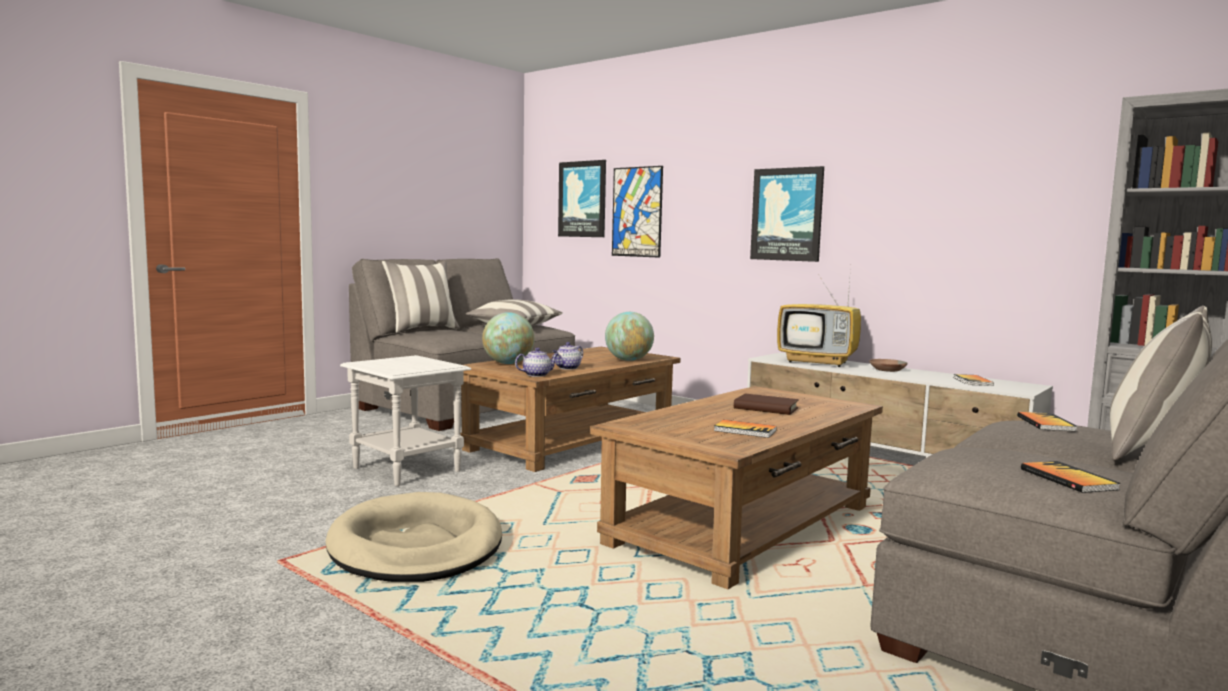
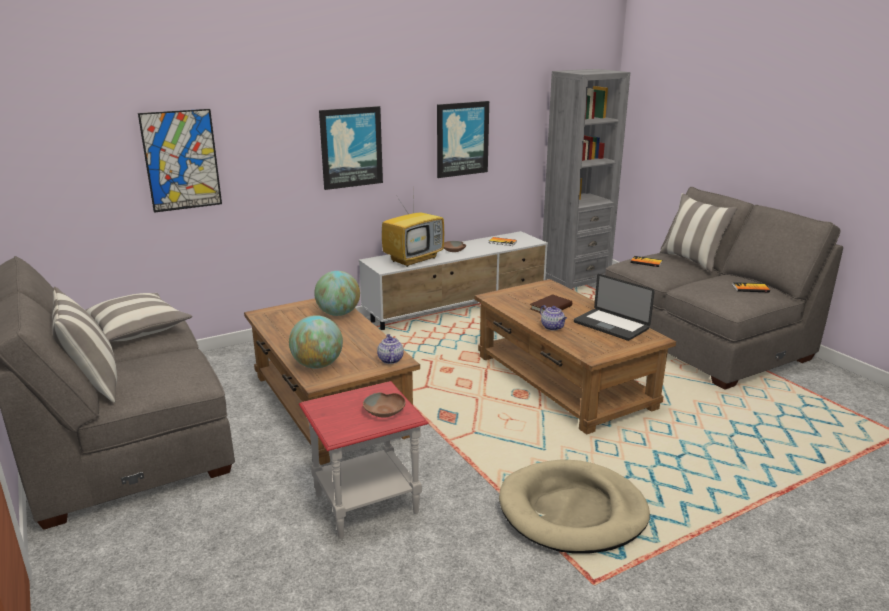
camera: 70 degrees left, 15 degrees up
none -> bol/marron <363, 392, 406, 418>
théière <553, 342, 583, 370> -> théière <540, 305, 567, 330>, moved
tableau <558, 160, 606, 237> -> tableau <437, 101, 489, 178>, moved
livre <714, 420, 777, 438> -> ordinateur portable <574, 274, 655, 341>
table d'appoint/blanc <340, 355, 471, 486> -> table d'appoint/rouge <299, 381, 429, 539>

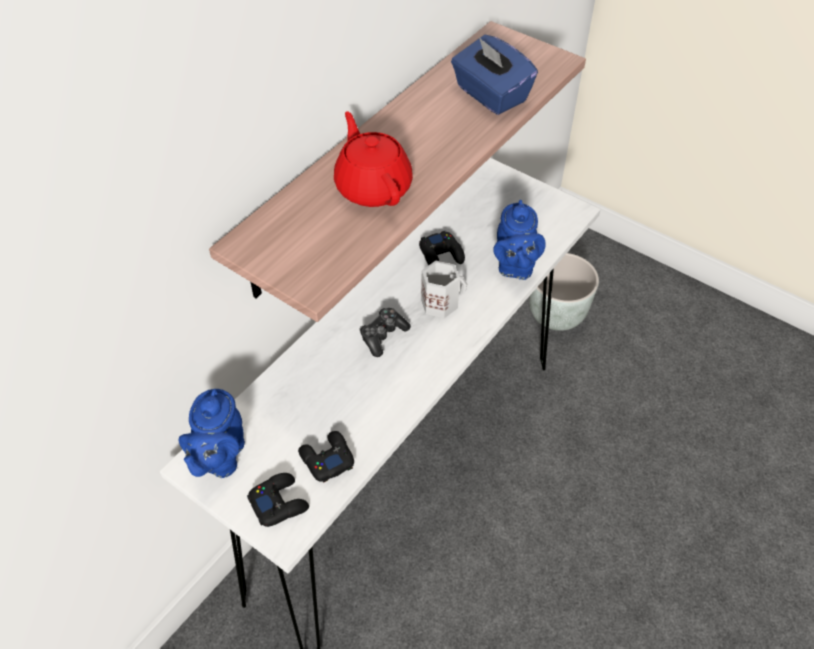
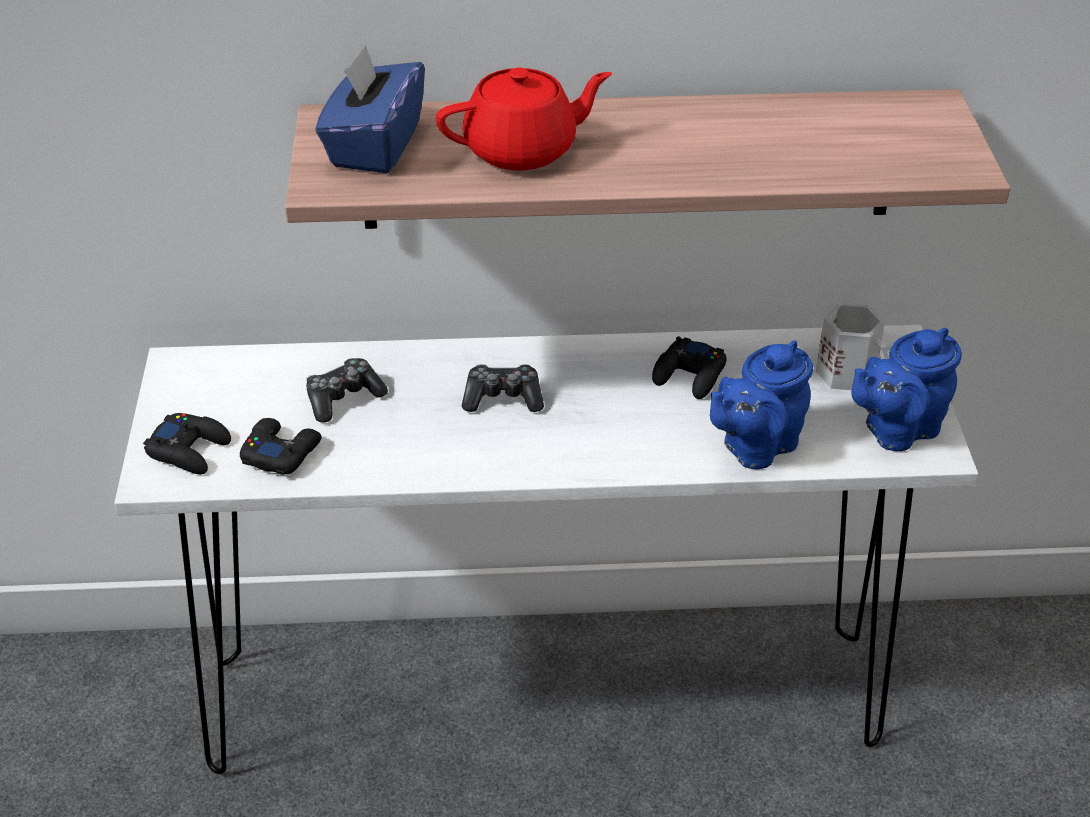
camera: 50 degrees right, 10 degrees down
cache-pot/gris <529, 253, 599, 331> -> none
none -> manette <306, 358, 388, 423>
théière/bleu <179, 389, 245, 478> -> théière/bleu <851, 328, 962, 451>, moved
mug/blanc <421, 261, 467, 318> -> mug/blanc <816, 303, 889, 390>, moved
boîte à mouchoirs/bleu <451, 35, 538, 115> -> boîte à mouchoirs/bleu <316, 45, 425, 173>, moved
théière/rouge <334, 111, 413, 207> -> théière/rouge <436, 68, 612, 171>, 45 degrees clockwise

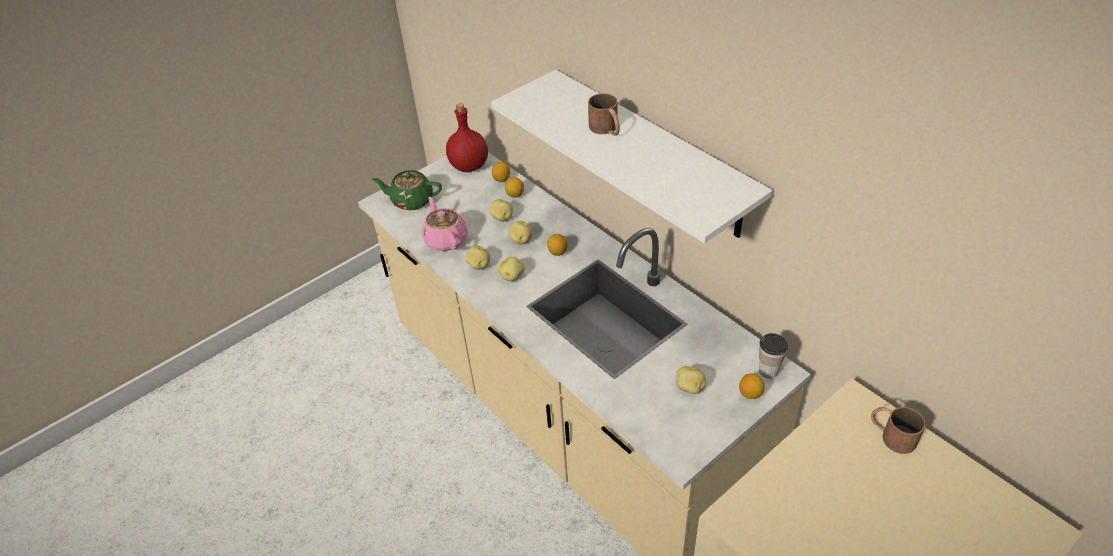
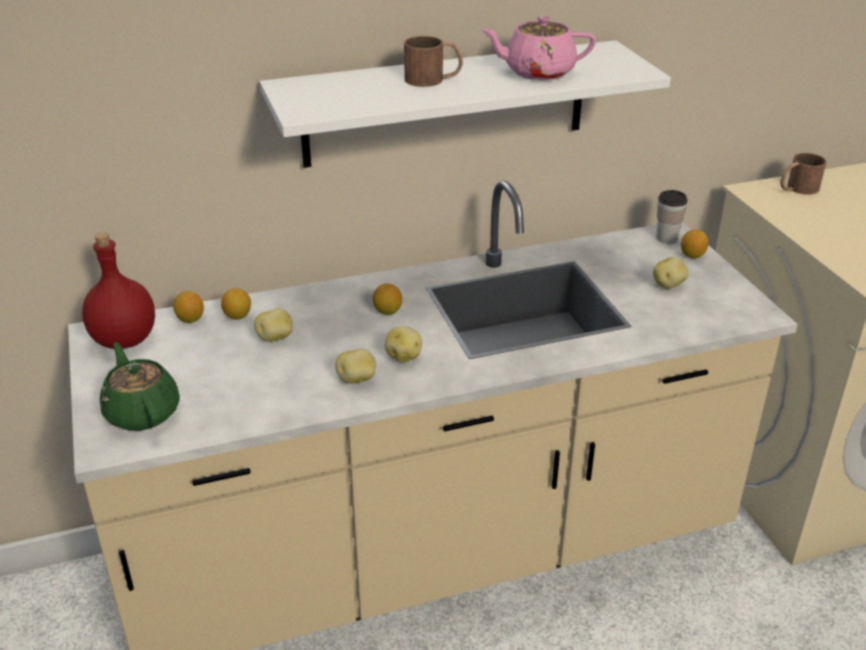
camera: 70 degrees left, 10 degrees down
pomme de terre <508, 221, 532, 244> -> none
théière/rose <422, 197, 468, 251> -> théière/rose <481, 16, 596, 80>, moved
théière/vert <372, 170, 442, 210> -> théière/vert <100, 342, 180, 431>, 120 degrees clockwise

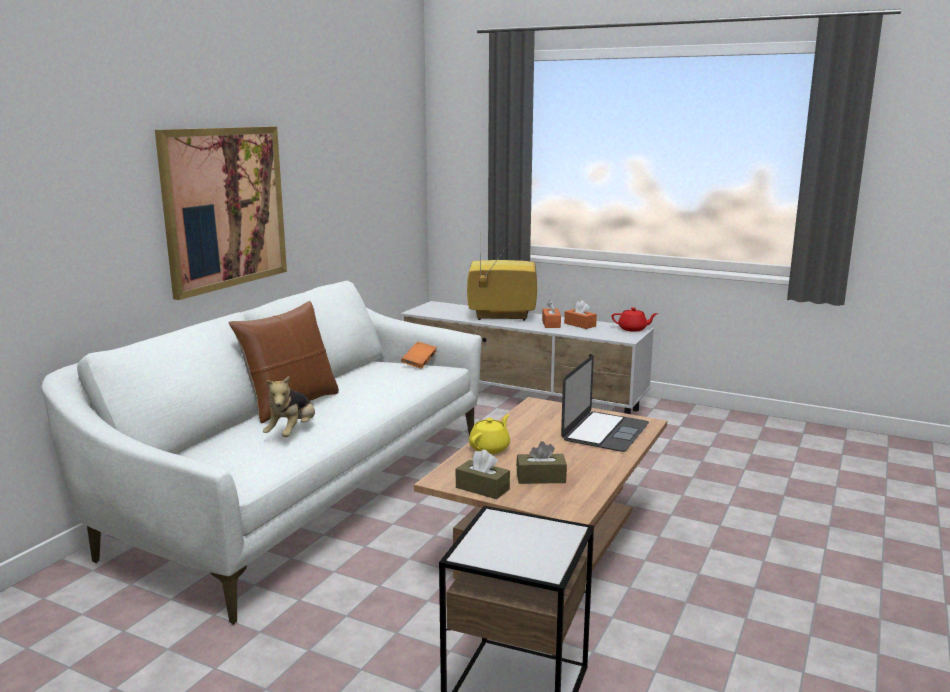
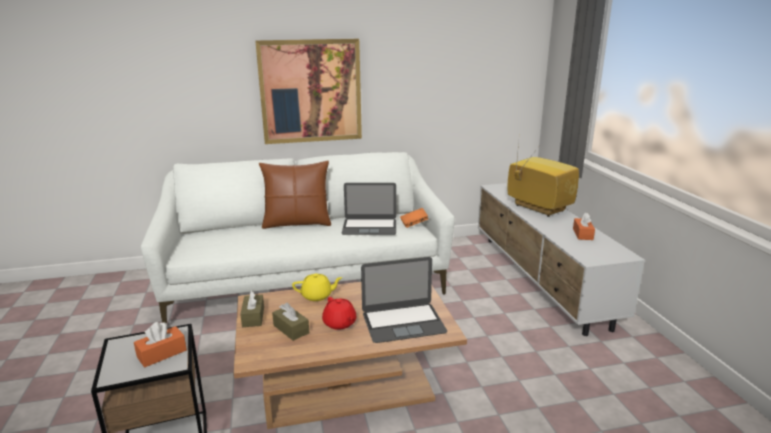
camera: 50 degrees right, 5 degrees up
peluche <263, 376, 315, 437> -> none
none -> ordinateur portable <342, 183, 396, 235>
boîte à mouchoirs/orange <542, 300, 561, 328> -> boîte à mouchoirs/orange <134, 322, 187, 367>, moved
théière/rouge <611, 307, 658, 332> -> théière/rouge <322, 297, 357, 330>, moved

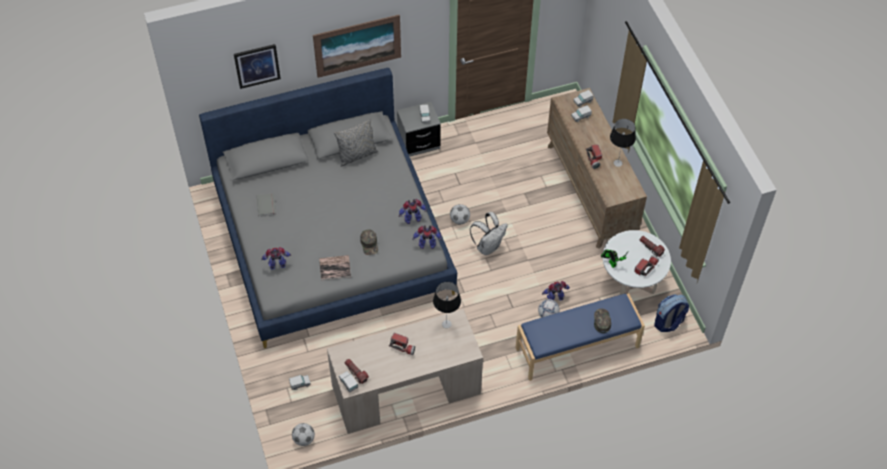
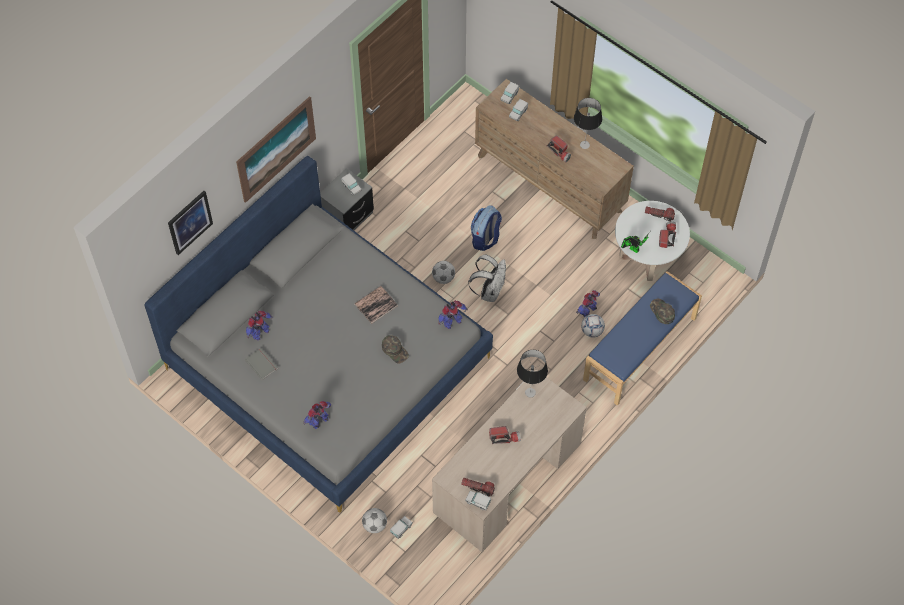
camera: 30 degrees left, 5 degrees up
coussin/gris <334, 119, 378, 167> -> none
ballon de foot <292, 423, 315, 446> -> ballon de foot <362, 508, 387, 533>, moved
livre <319, 255, 351, 280> -> livre <354, 286, 398, 324>, moved
robot jouet <399, 199, 427, 224> -> robot jouet <246, 311, 273, 340>, moved
sac à dos <654, 294, 689, 332> -> sac à dos <471, 205, 502, 251>, moved

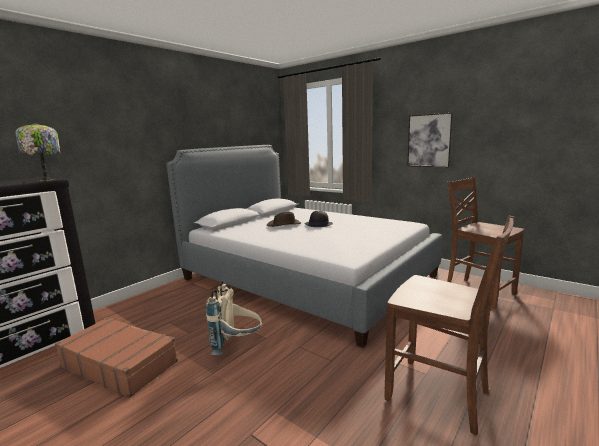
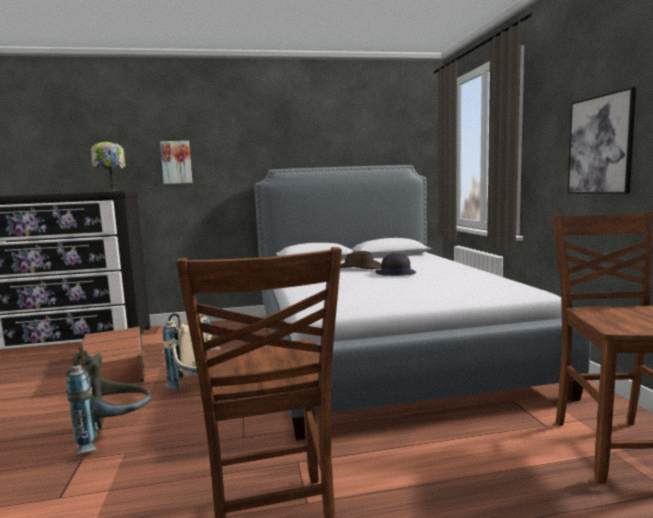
camera: 40 degrees right, 5 degrees down
none -> sac à dos/gris <66, 344, 151, 454>
none -> tableau <160, 141, 192, 184>

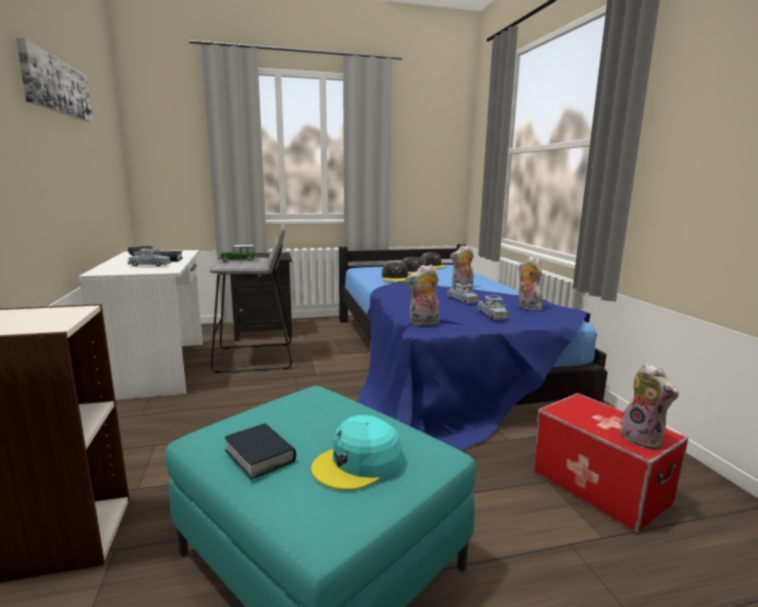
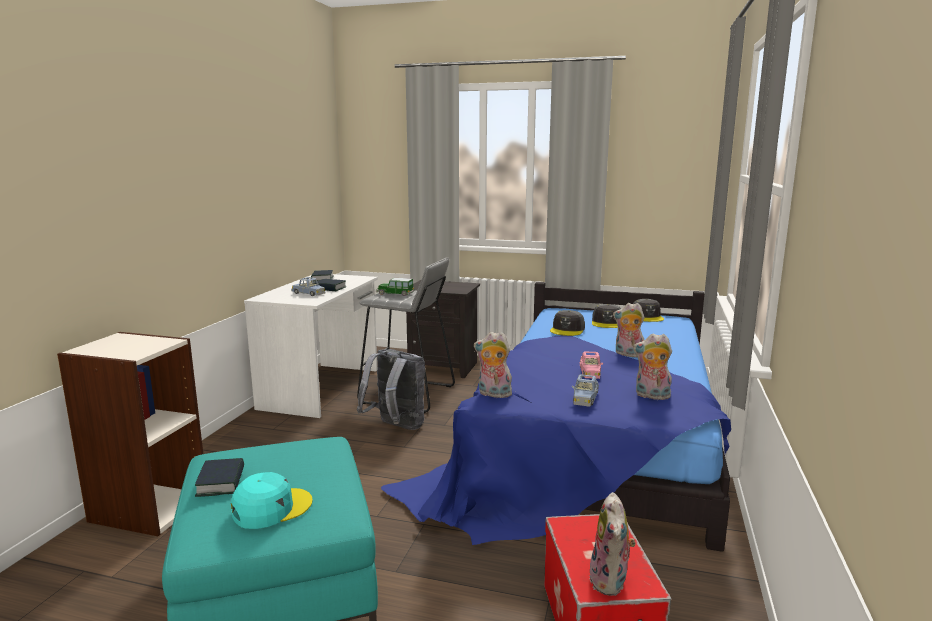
camera: 30 degrees right, 0 degrees up
tableau <16, 38, 93, 122> -> none
none -> sac à dos/gris <357, 349, 425, 430>
petite voiture/bleu <447, 283, 479, 303> -> petite voiture/rose <580, 351, 603, 379>
casquette/turquoise <311, 415, 402, 490> -> casquette/turquoise <231, 472, 313, 529>, 150 degrees clockwise
peluche <518, 256, 542, 311> -> peluche <633, 333, 672, 400>, 75 degrees counterclockwise

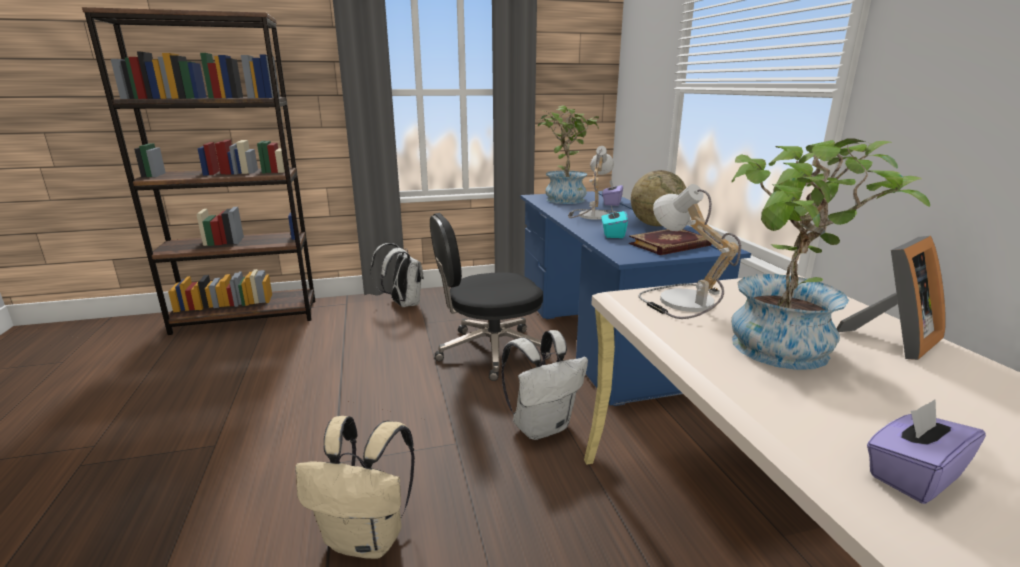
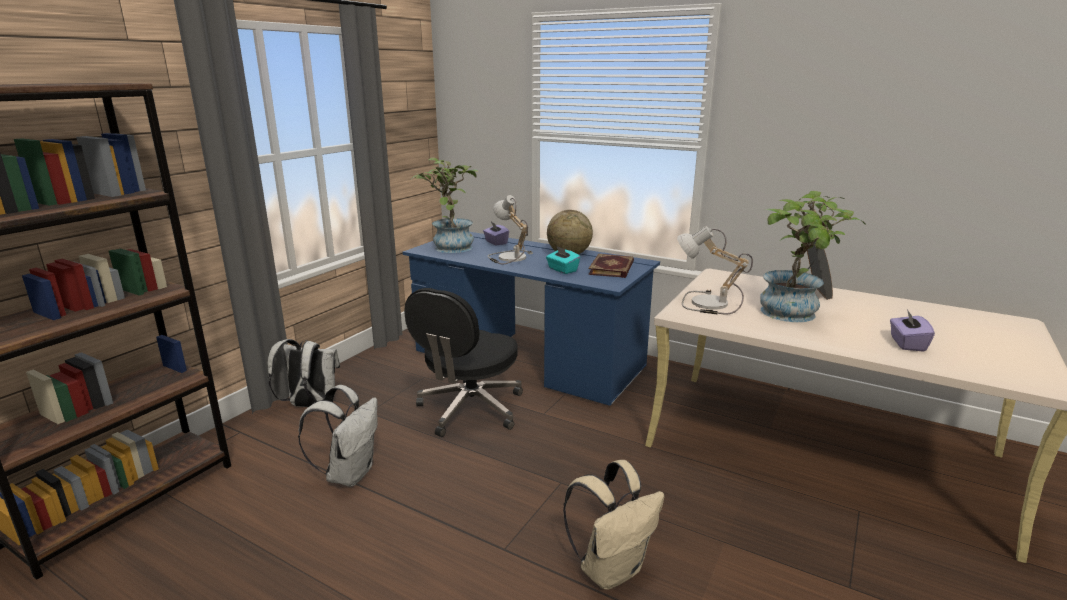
camera: 45 degrees left, 0 degrees up
sac à dos/blanc <501, 330, 588, 440> -> sac à dos/blanc <298, 385, 378, 487>, moved

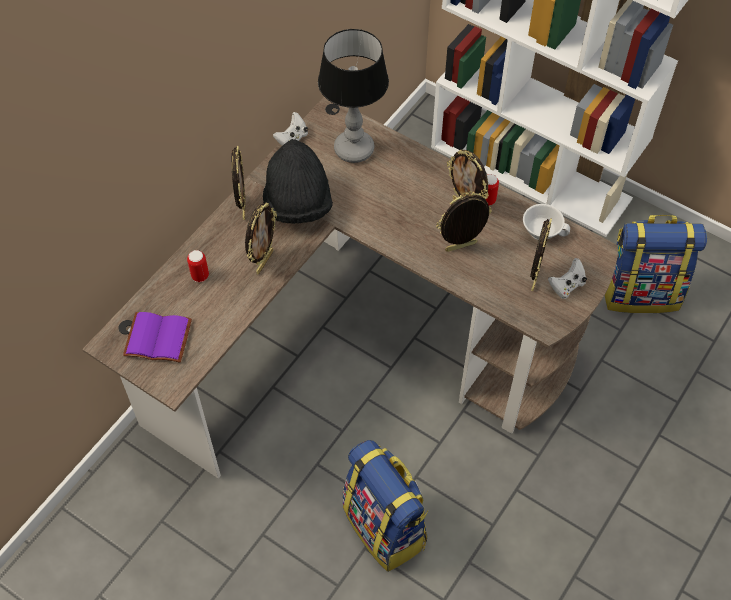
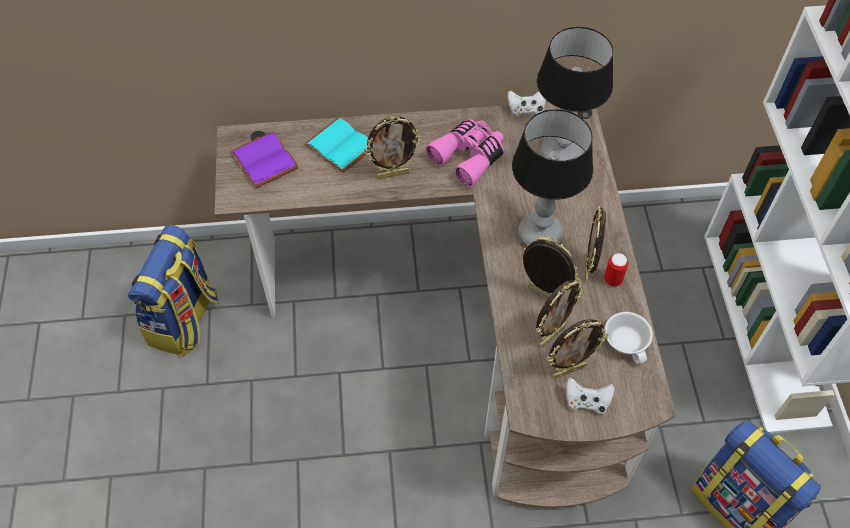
camera: 50 degrees right, 0 degrees up
none -> lampe de table <512, 109, 593, 246>
cadre photo <231, 146, 246, 220> -> cadre photo <536, 280, 583, 348>, moved
sac à dos <343, 440, 428, 572> -> sac à dos <128, 225, 219, 356>, moved
boîte métallique <187, 250, 209, 282> -> livre/turquoise <305, 117, 368, 173>
chapeau/noir <263, 139, 333, 224> -> jumelles/rose <426, 119, 505, 187>

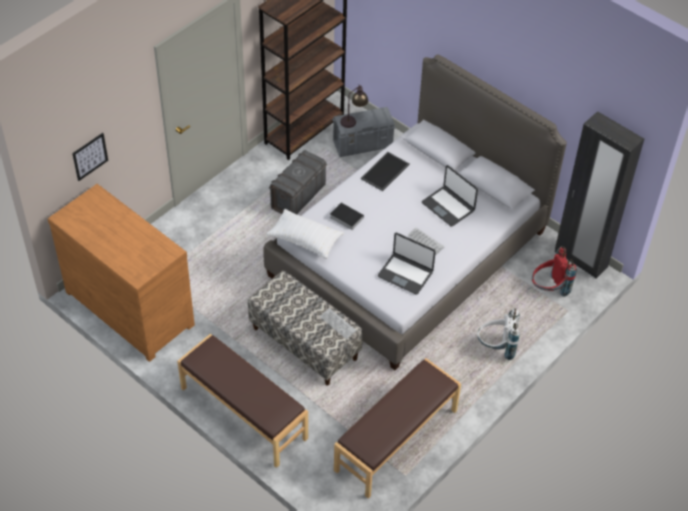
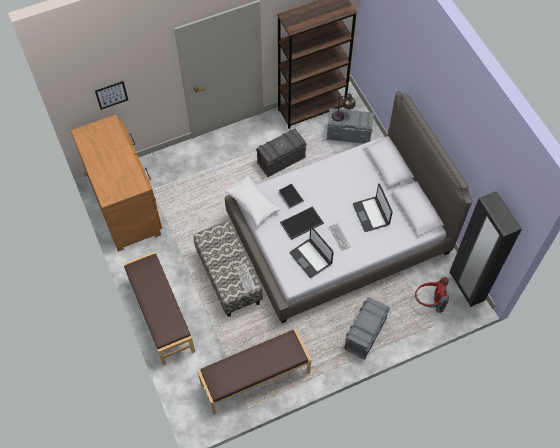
camera: 25 degrees right, 10 degrees up
plateau <361, 152, 410, 191> -> plateau <280, 206, 324, 240>, moved
sac à dos/blanc <477, 308, 520, 360> -> boîte de rangement/gris <344, 297, 390, 359>

